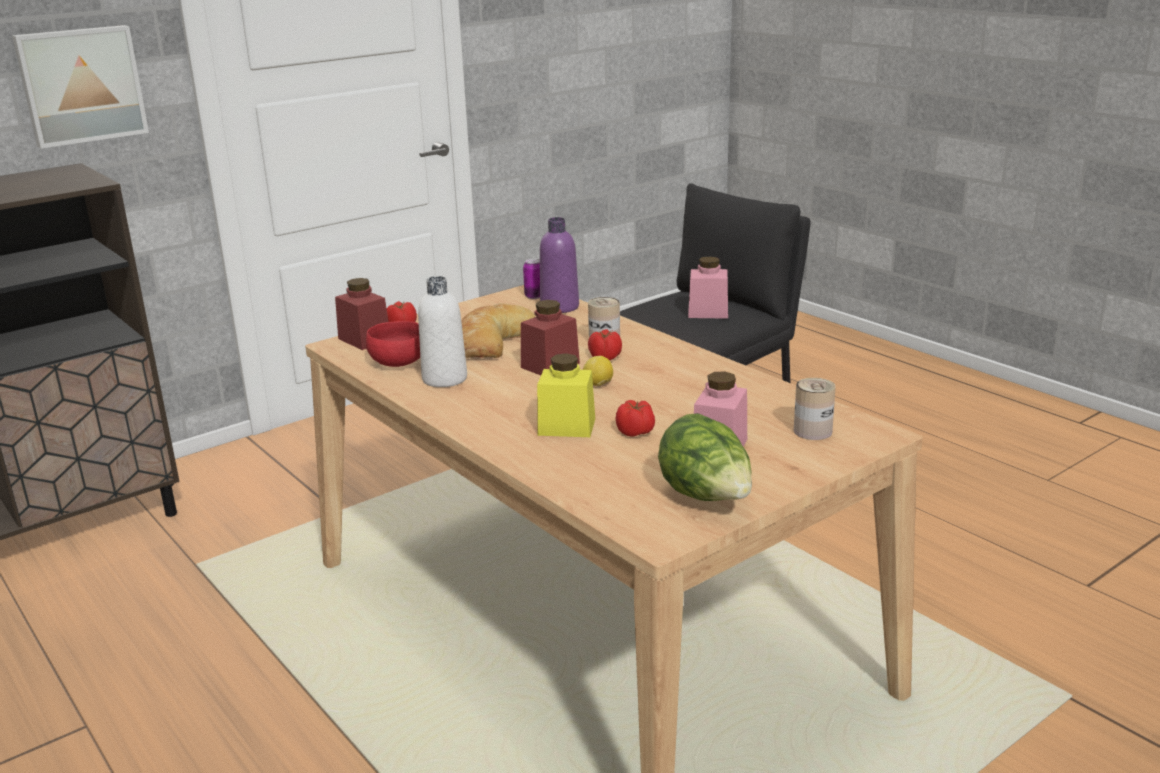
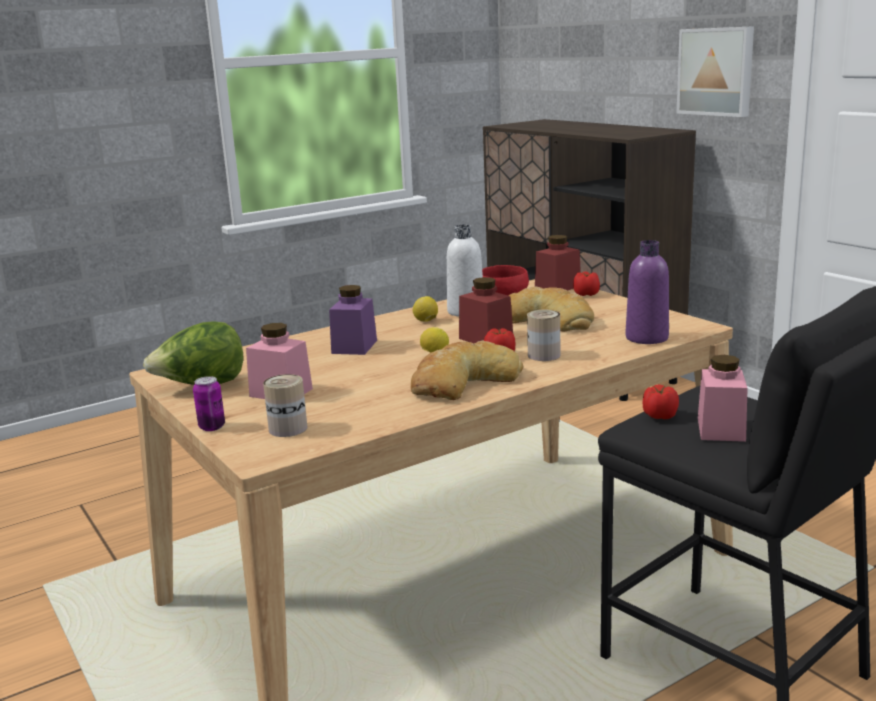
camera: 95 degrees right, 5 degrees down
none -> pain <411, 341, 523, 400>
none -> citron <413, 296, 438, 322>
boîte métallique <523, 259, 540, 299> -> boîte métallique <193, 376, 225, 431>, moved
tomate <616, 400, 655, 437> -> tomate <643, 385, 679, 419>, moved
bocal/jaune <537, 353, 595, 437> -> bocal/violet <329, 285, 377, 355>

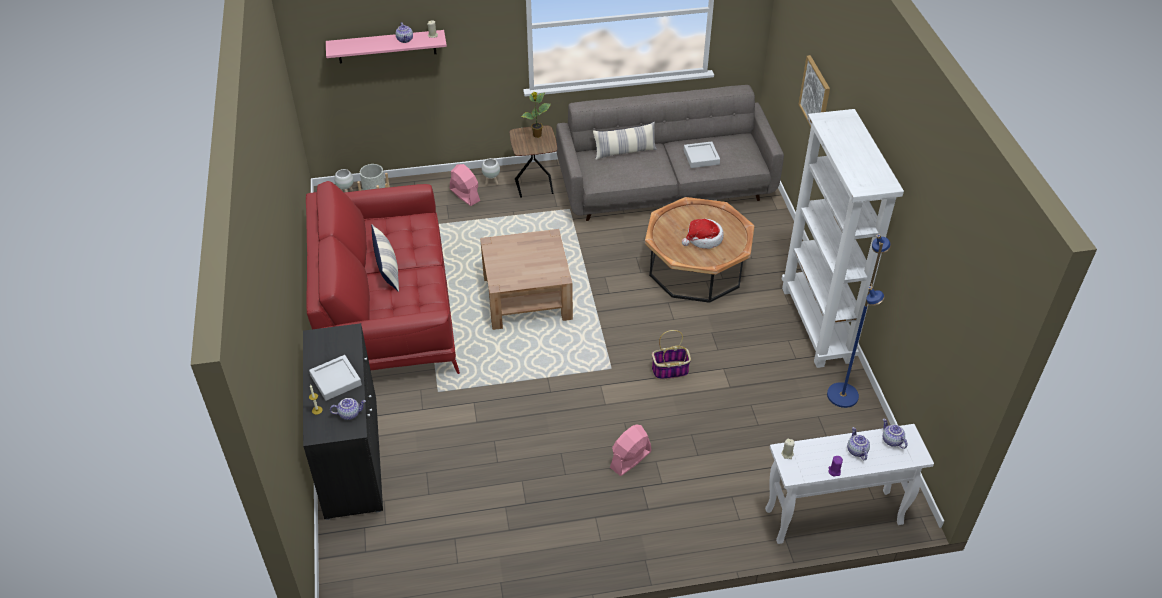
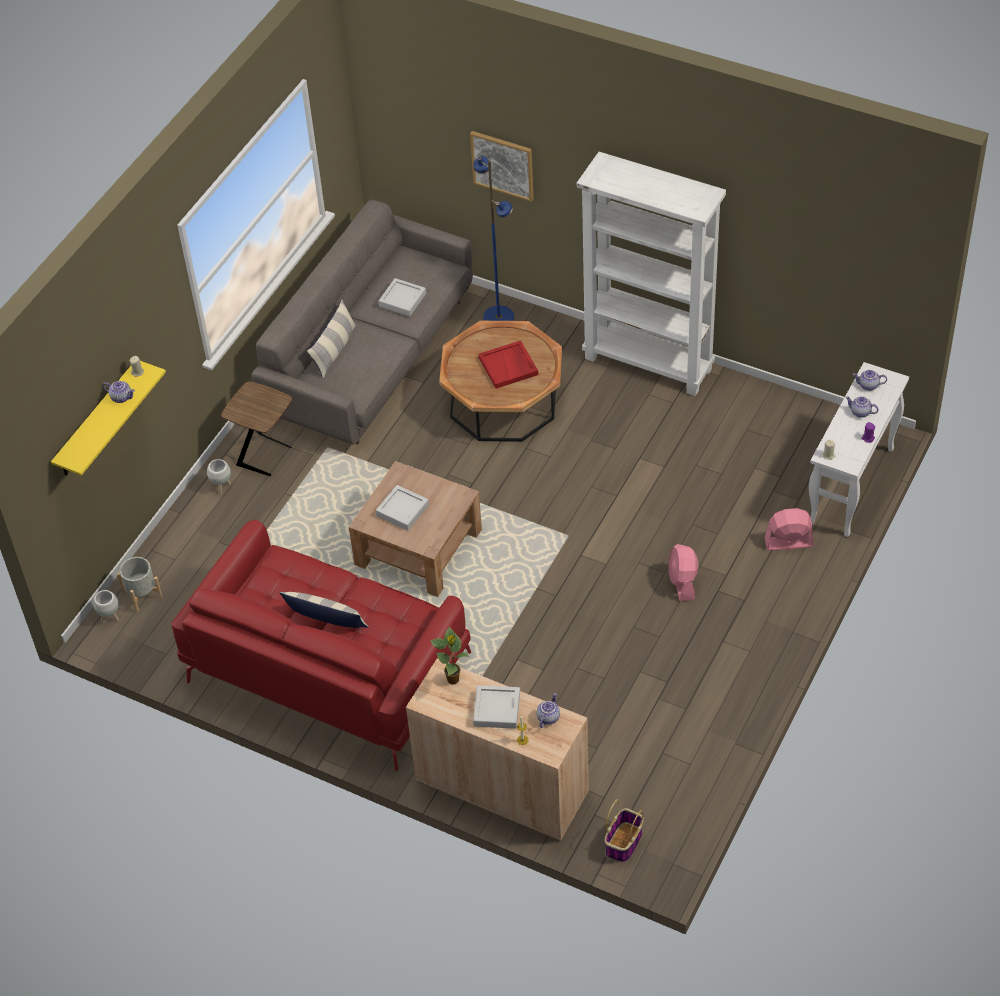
camera: 50 degrees left, 5 degrees up
none -> plateau/gris <376, 485, 429, 530>
ventilateur/rose <450, 164, 480, 206> -> ventilateur/rose <764, 508, 814, 550>, moved
plante en pot <521, 92, 550, 138> -> plante en pot <430, 626, 470, 684>, moved
panier <652, 330, 691, 379> -> panier <605, 799, 644, 862>, moved
lampadaire/bleu <827, 234, 891, 408> -> lampadaire/bleu <473, 156, 514, 321>, moved
chapeau <682, 219, 724, 249> -> plateau/rouge <479, 340, 538, 389>
meuble de rangement/noir <303, 323, 383, 520> -> meuble de rangement/beige <406, 658, 589, 841>
étagère/rose <326, 30, 447, 63> -> étagère/jaune <51, 361, 166, 476>

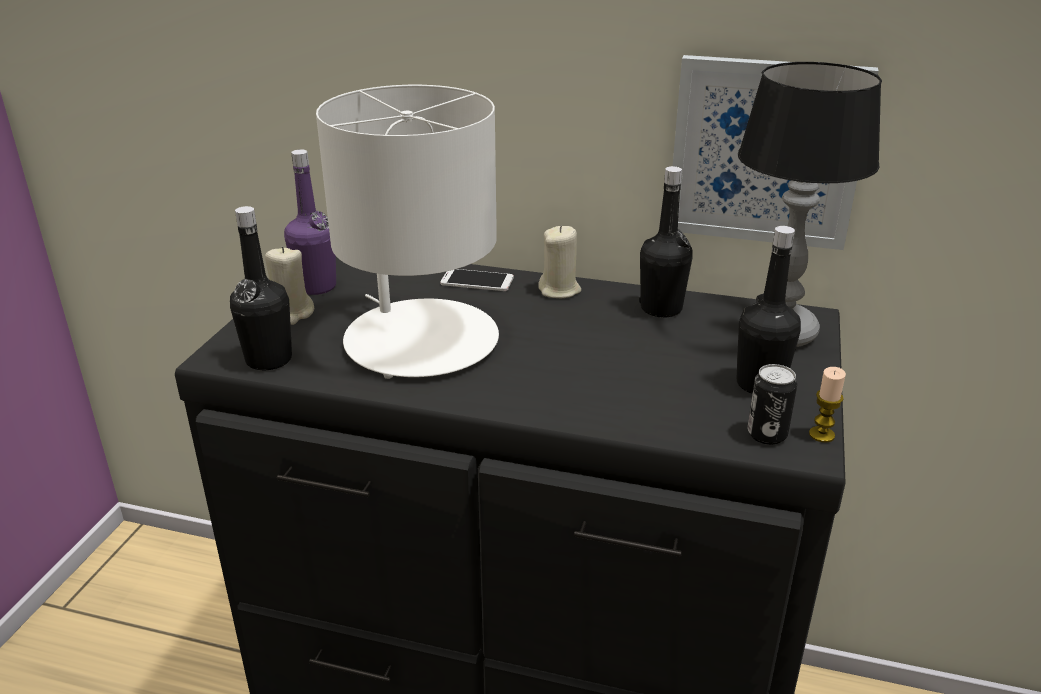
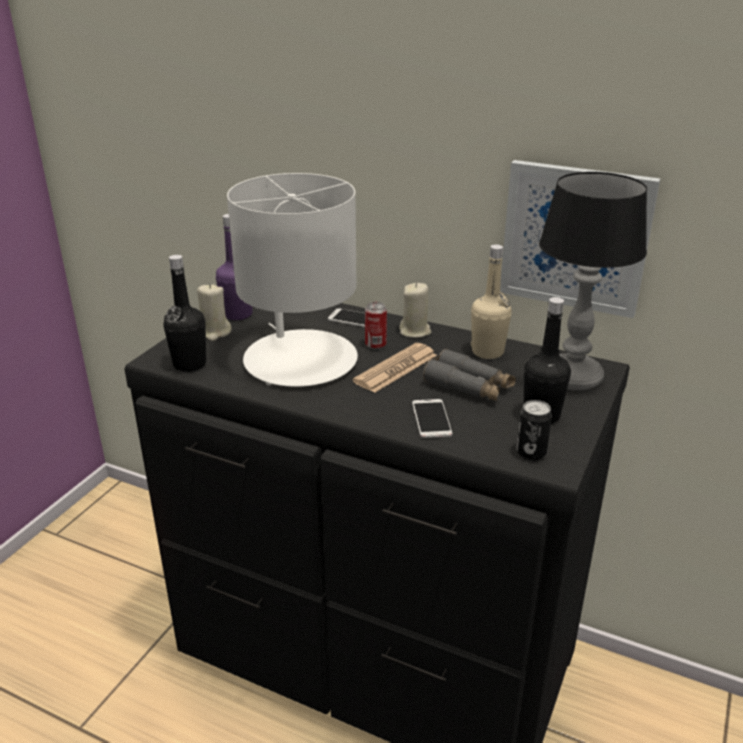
camera: 10 degrees right, 0 degrees up
bougie <809, 367, 846, 443> -> none
none -> journal <352, 343, 437, 393>
none -> boîte métallique <365, 302, 387, 350>
none -> téléphone <412, 399, 452, 438>
none -> jumelles/gris <423, 349, 516, 401>
bouteille/noir <639, 166, 693, 318> -> bouteille/beige <471, 244, 512, 359>

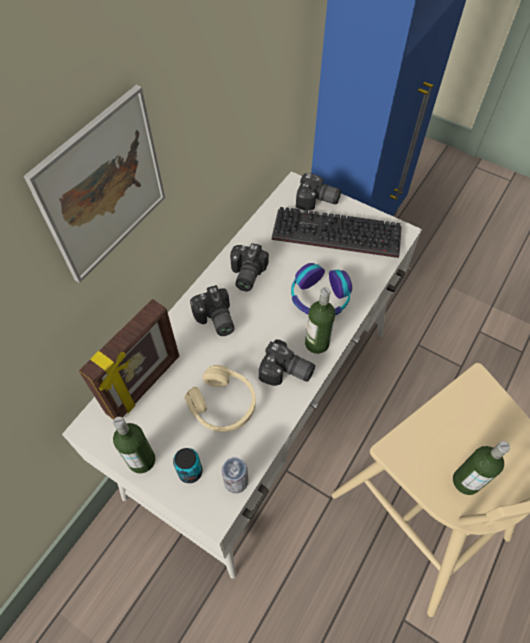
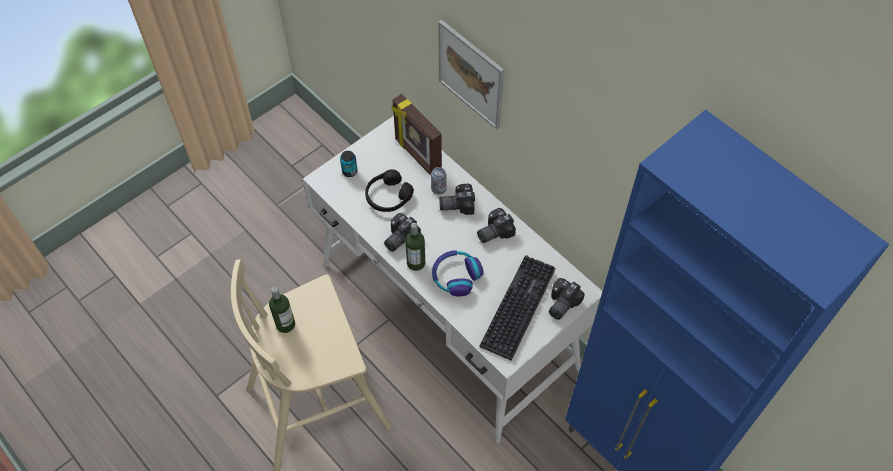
camera: 105 degrees right, 0 degrees up
bouteille <113, 417, 155, 474> -> none
boîte métallique <222, 457, 248, 493> -> boîte métallique <431, 167, 447, 194>, moved
casque audio/beige <185, 365, 256, 432> -> casque audio/noir <365, 169, 414, 212>
appareil photo <230, 243, 269, 291> -> appareil photo <477, 208, 516, 243>, 60 degrees counterclockwise

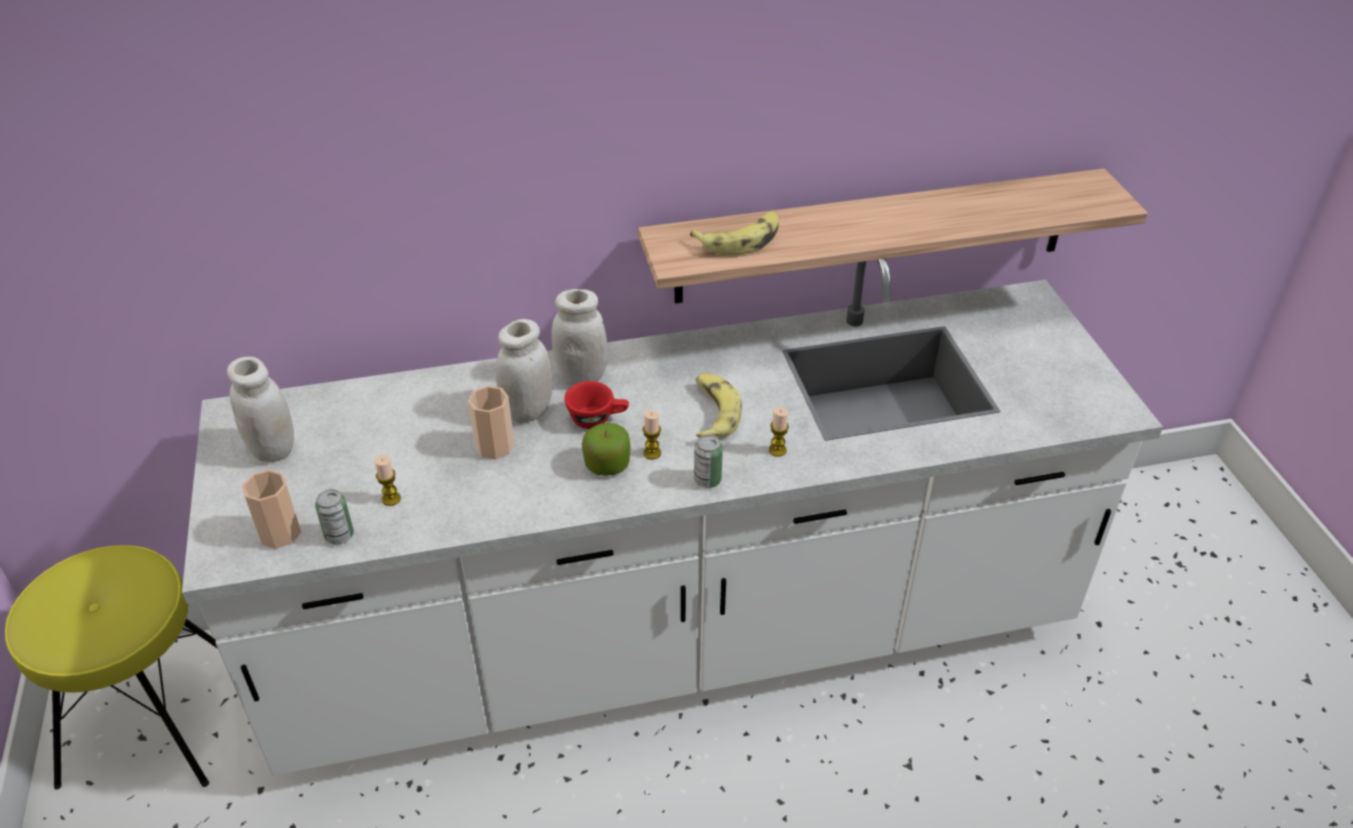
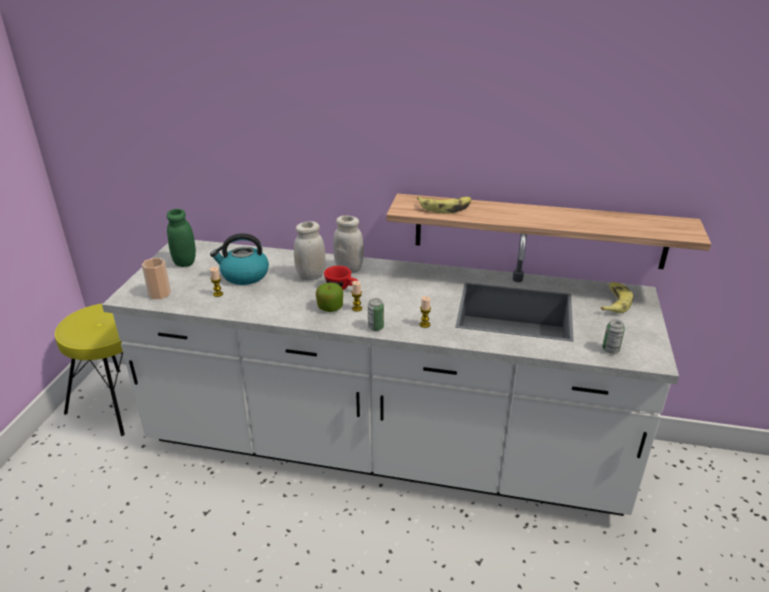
camera: 25 degrees right, 10 degrees down
tasse <468, 386, 515, 460> -> none
none -> bouilloire <210, 233, 269, 285>
boîte métallique <315, 489, 354, 545> -> boîte métallique <602, 320, 625, 354>, moved
banane <696, 373, 742, 438> -> banane <600, 282, 633, 313>, moved
bocal/blanc <227, 356, 294, 462> -> bocal/vert <167, 209, 196, 267>

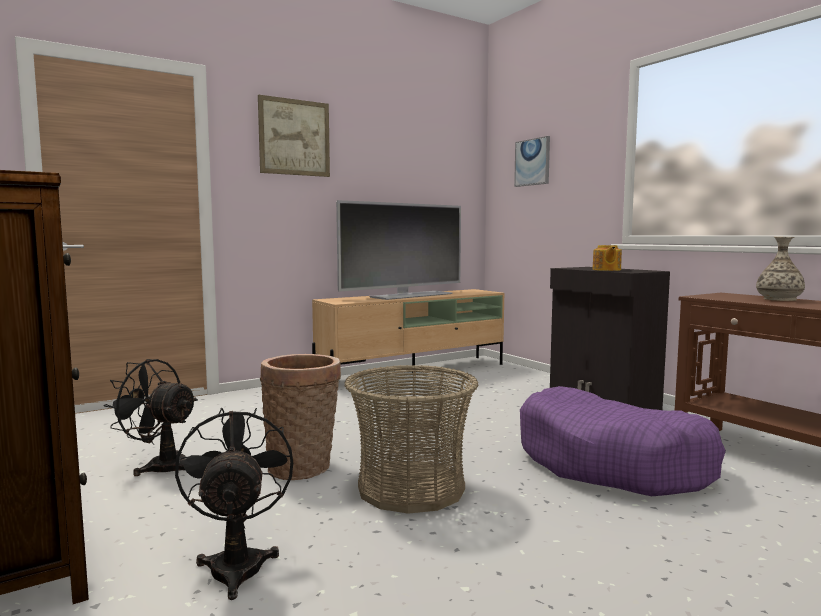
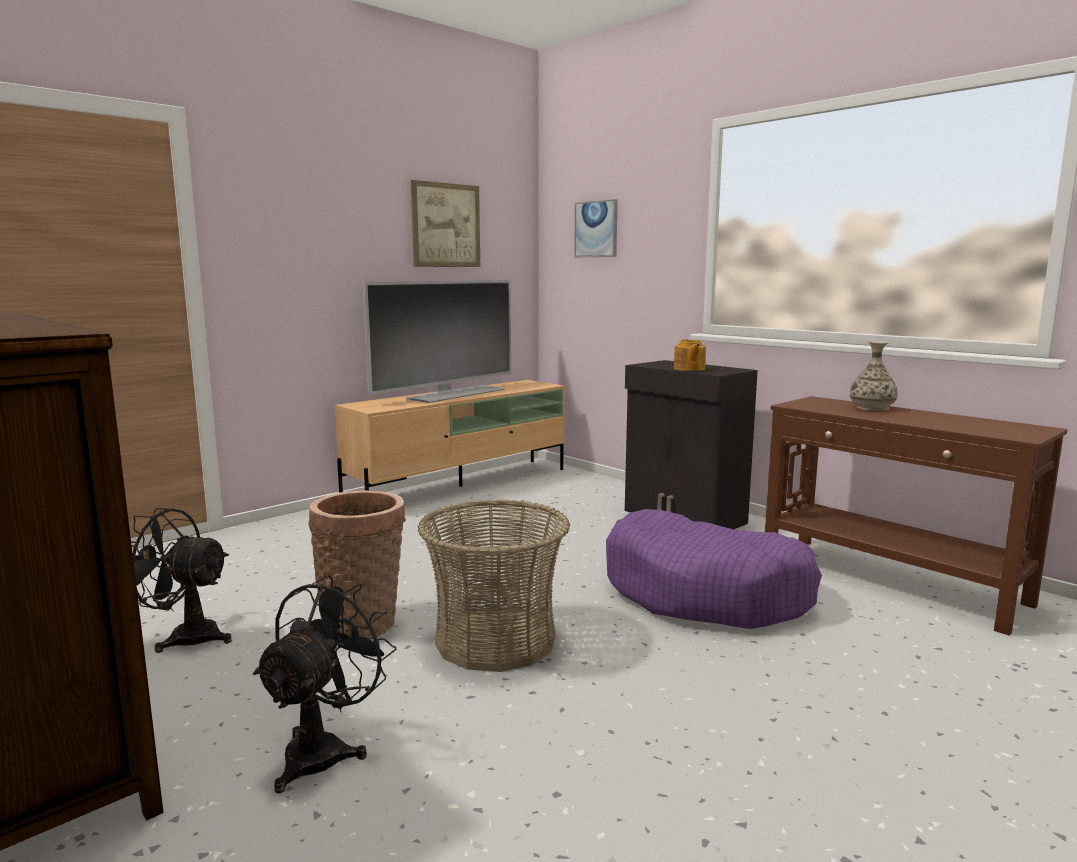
camera: 10 degrees left, 5 degrees up
tableau <258, 95, 330, 177> -> tableau <411, 180, 480, 267>, moved
ventilateur/noir <175, 408, 293, 600> -> ventilateur/noir <253, 575, 396, 793>, 45 degrees clockwise

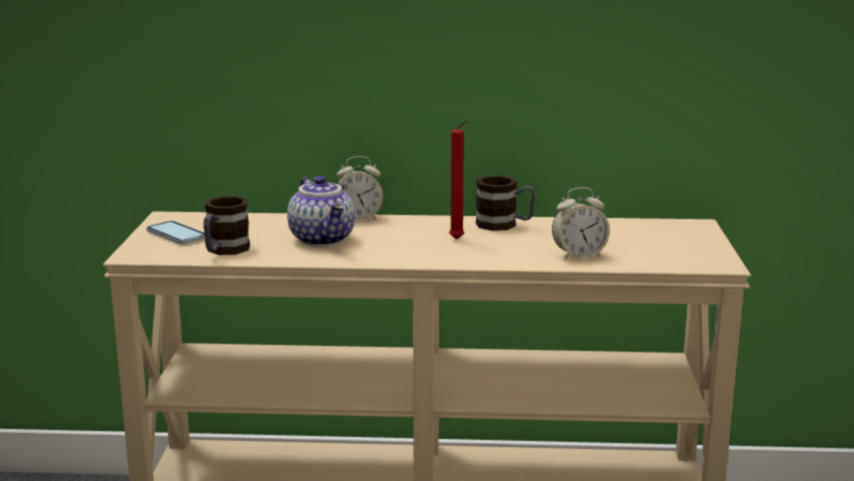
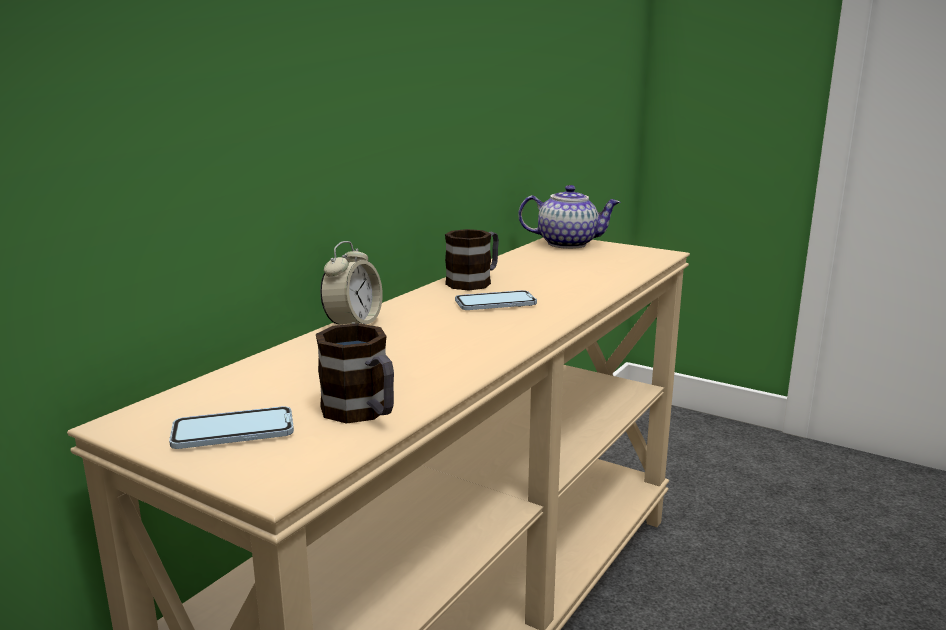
camera: 60 degrees left, 0 degrees up
réveil <552, 187, 610, 260> -> none
théière <287, 176, 355, 247> -> théière <518, 185, 621, 249>, moved
bougie/rouge <449, 120, 468, 240> -> téléphone <455, 290, 537, 310>

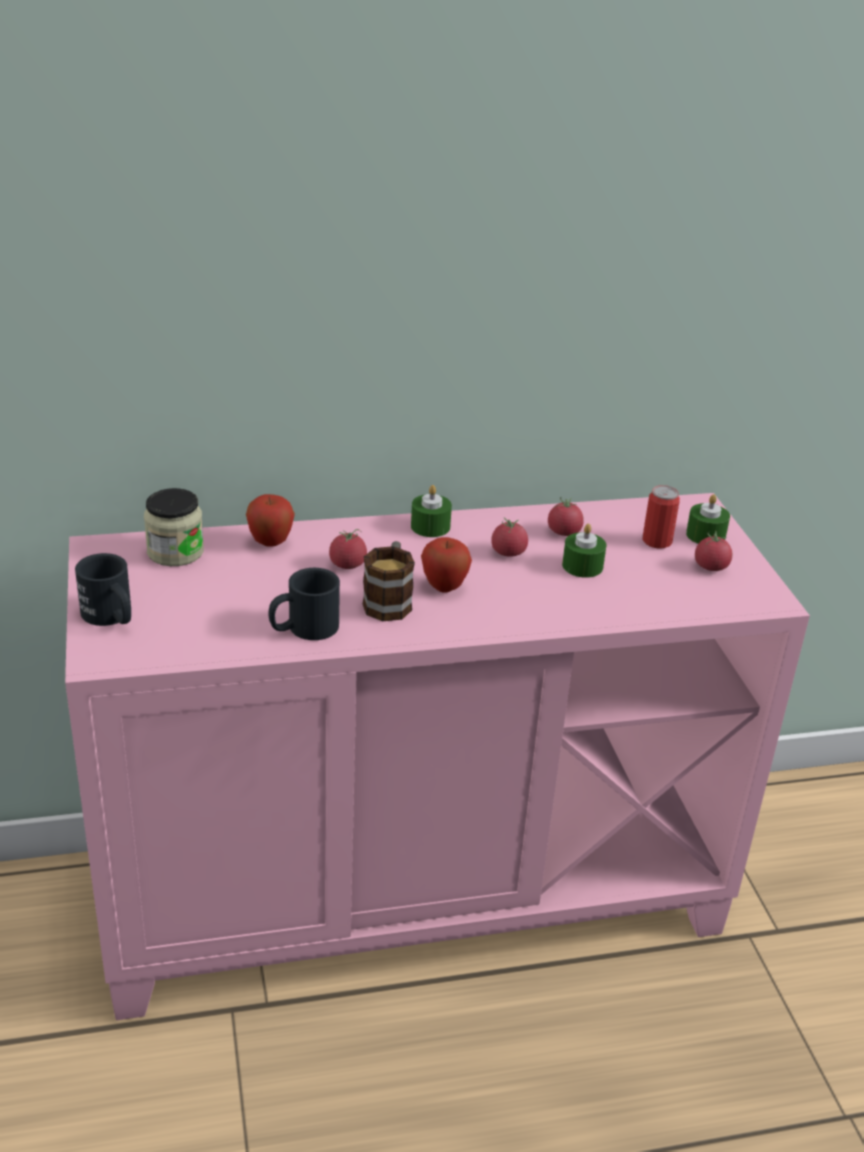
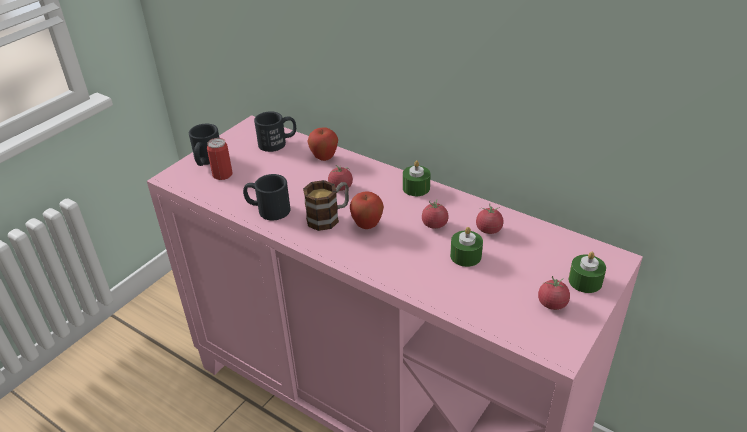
camera: 50 degrees right, 5 degrees up
boîte métallique <642, 485, 680, 549> -> boîte métallique <207, 138, 233, 180>, moved
bocal <144, 488, 204, 566> -> mug/noir <254, 112, 296, 152>

